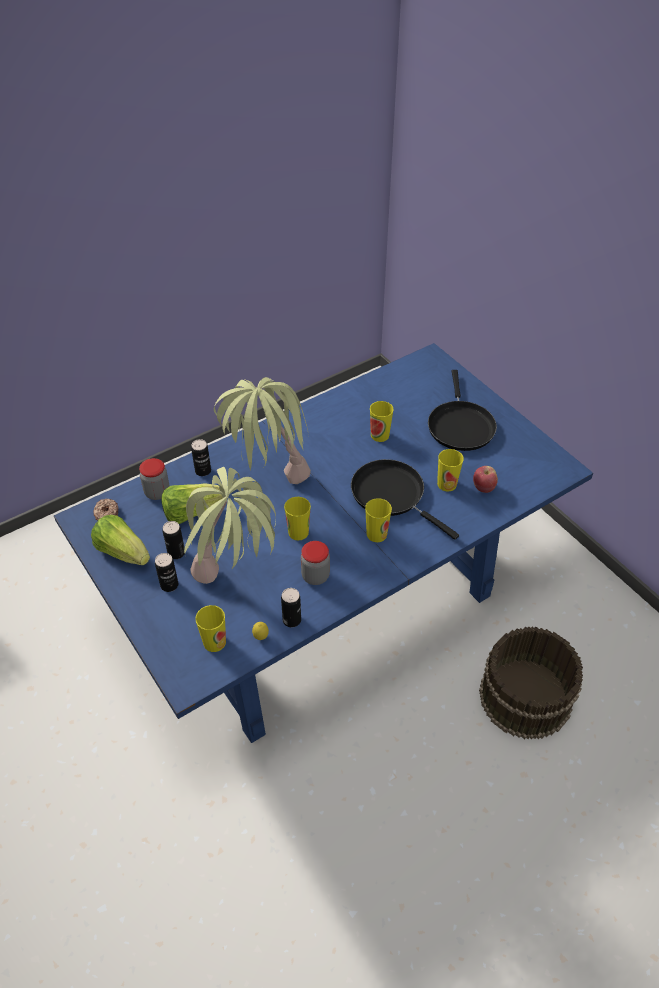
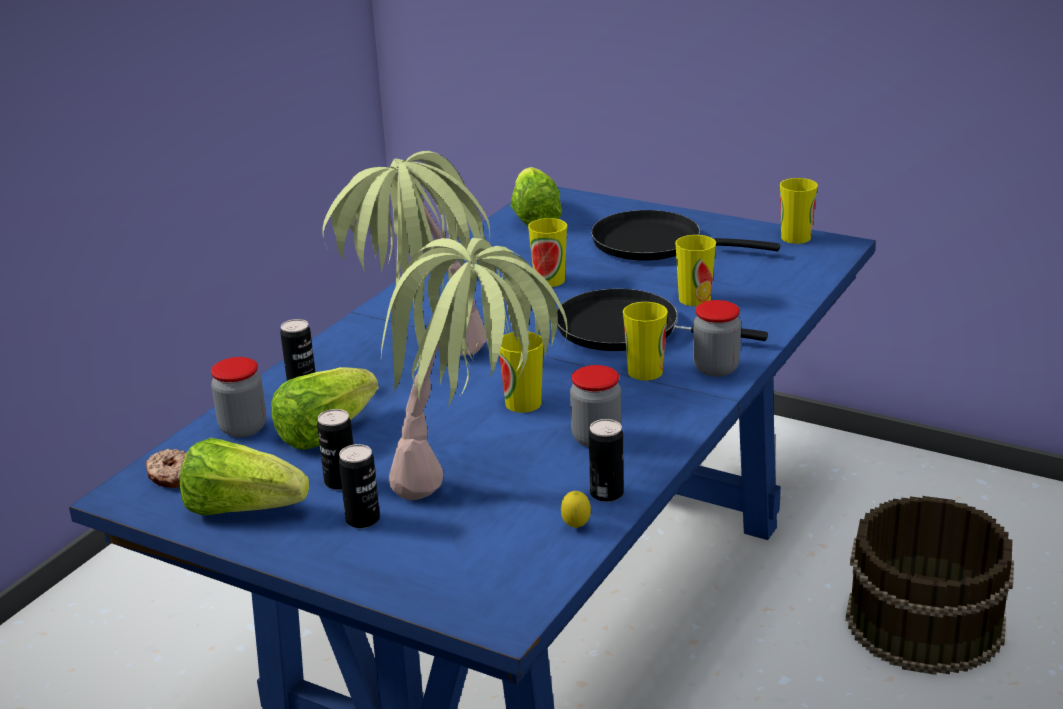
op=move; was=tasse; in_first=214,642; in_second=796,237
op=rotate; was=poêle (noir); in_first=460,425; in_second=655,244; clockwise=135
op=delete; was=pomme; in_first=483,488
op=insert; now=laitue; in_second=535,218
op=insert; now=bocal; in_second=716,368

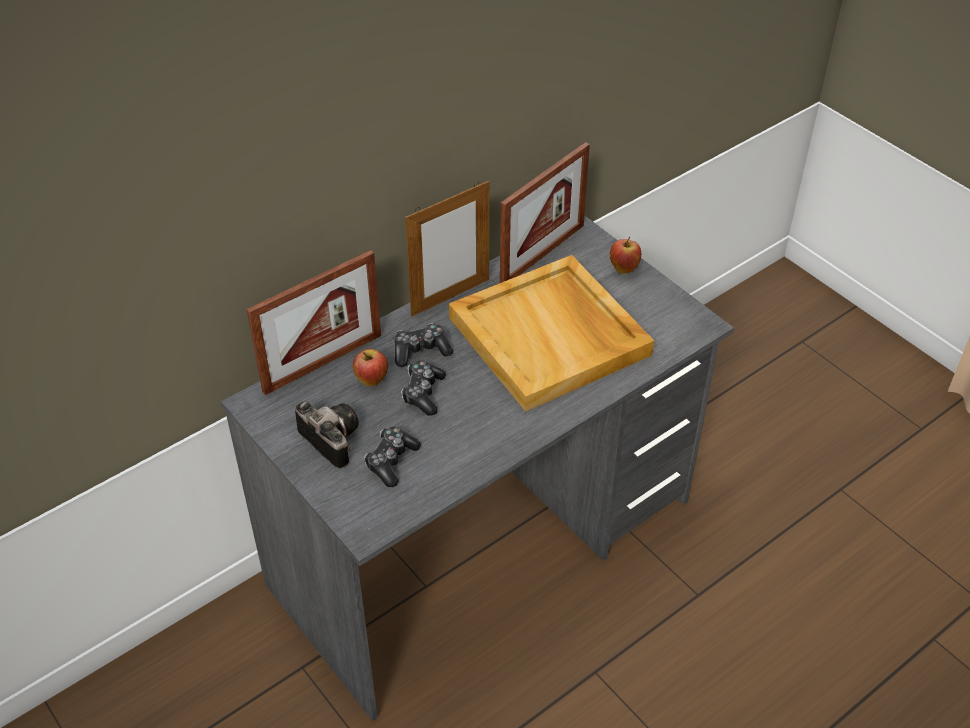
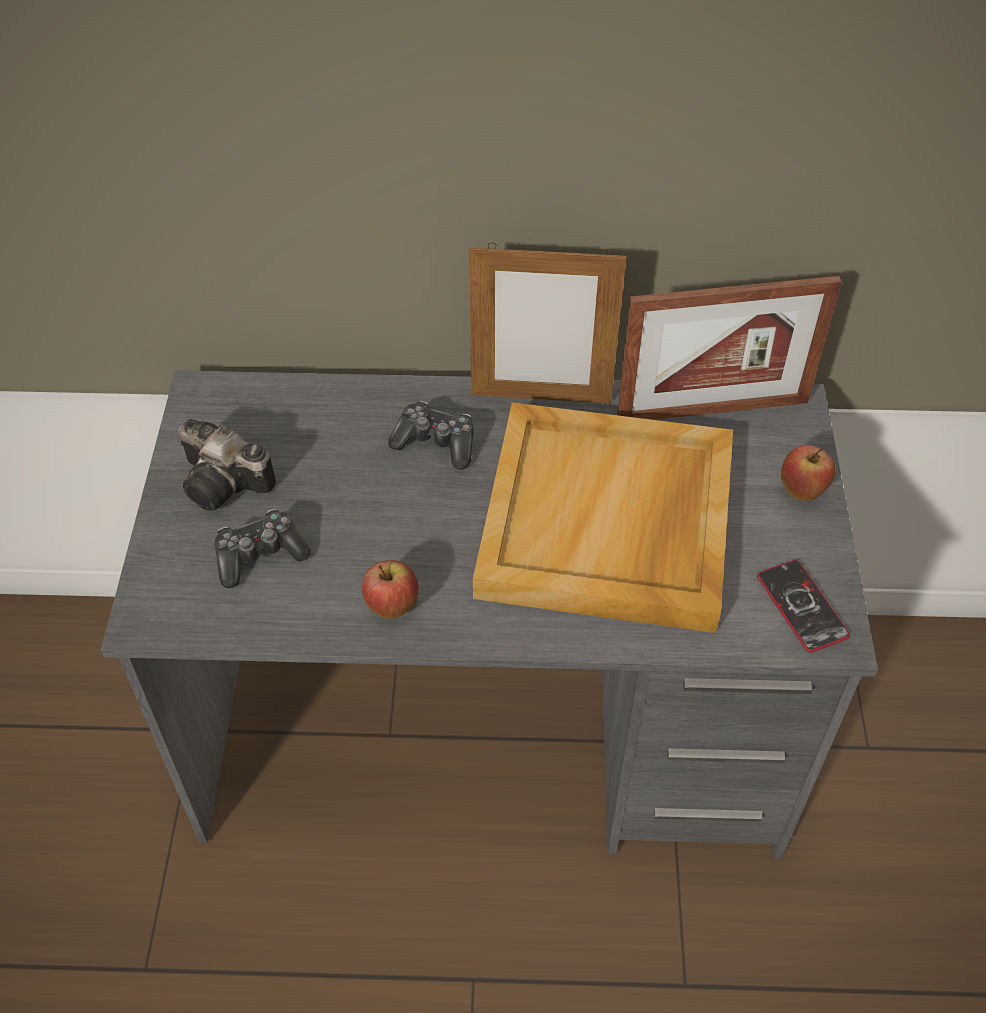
op=delete; was=cadre photo; in_first=323,363
op=rotate; was=appareil photo; in_first=329,439; in_second=227,484; clockwise=120
op=move; was=pomme; in_first=371,381; in_second=392,608
op=delete; was=manette; in_first=423,393
op=insert; now=téléphone; in_second=802,606

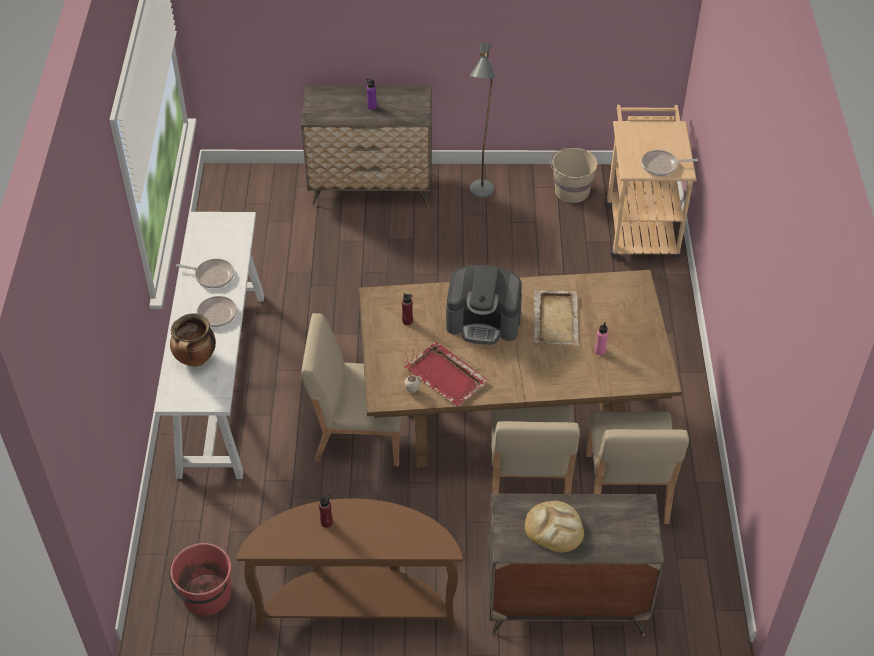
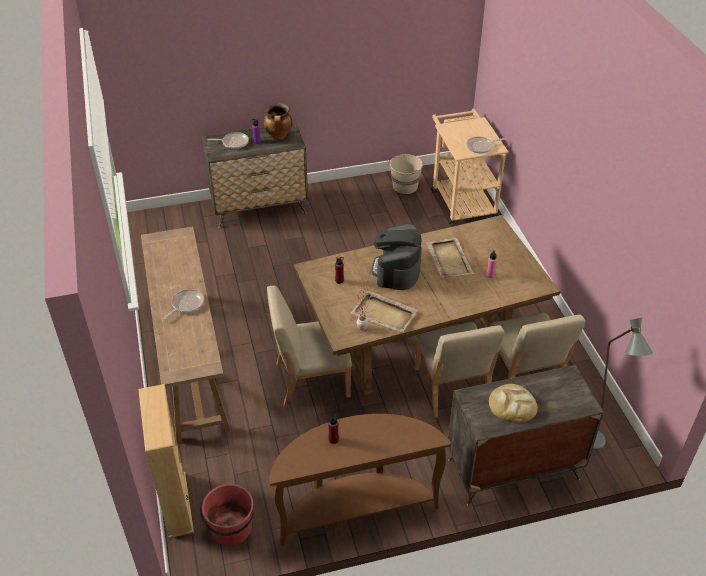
op=recolor; was=table console (blanc); now=table console (marron); in_first=222,380; in_second=190,362
op=move; was=marmite; in_first=196,360; in_second=279,136
op=move; was=poêle; in_first=212,275; in_second=233,143
op=recolor; was=plateau (rouge); now=plateau (beige); in_first=446,376; in_second=384,314
op=rotate; was=machine à café; in_first=484,321; in_second=397,270; clockwise=105
op=move; was=lampadaire (gris); in_first=481,196; in_second=596,448
op=insert; now=bibliothèque (beige); in_second=177,504

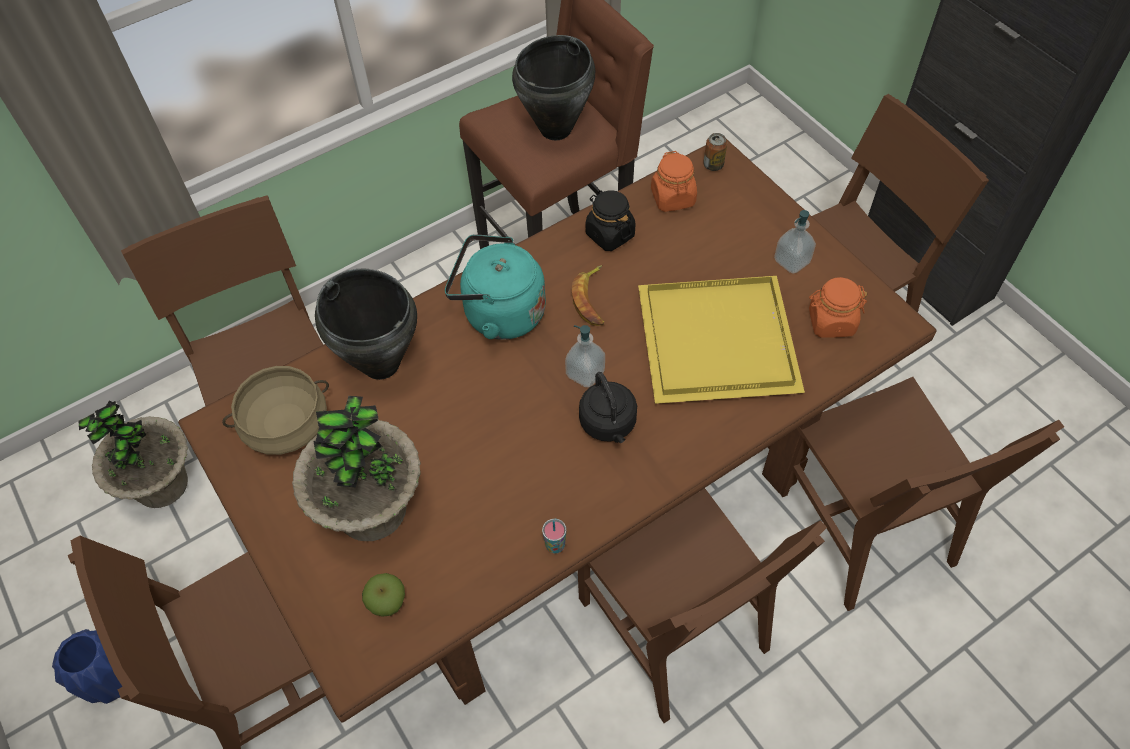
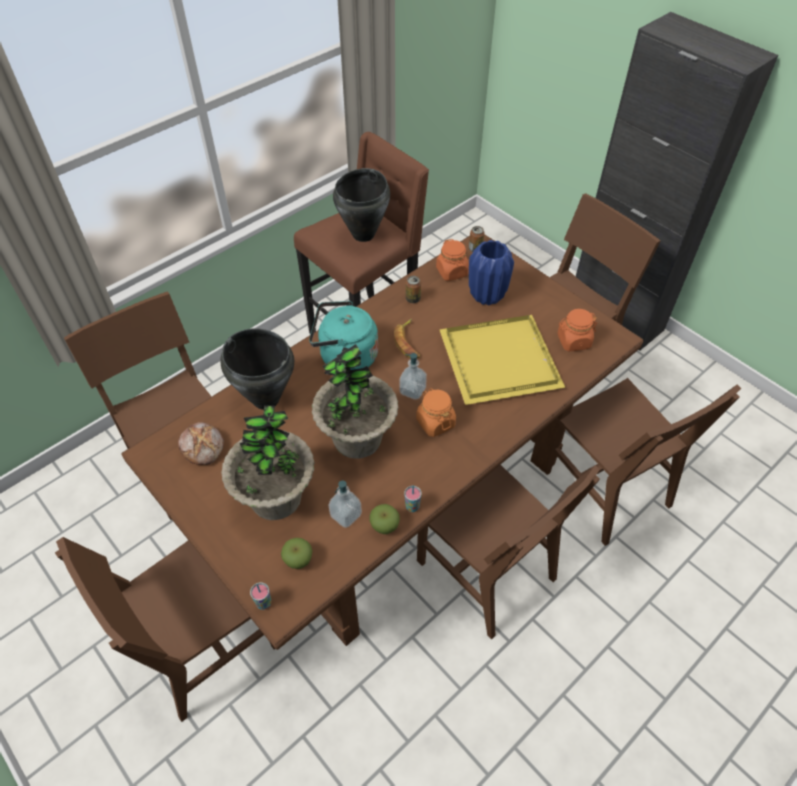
op=move; was=vase (bleu); in_first=113,680; in_second=486,296
op=move; was=plante en pot; in_first=161,484; in_second=357,438
op=replace; was=marmite (beige); now=pain; in_first=286,424; in_second=203,446
op=replace; was=bouilloire (noir); now=bocal (orange); in_first=609,424; in_second=435,422
op=replace; was=bocal (noir); now=boîte métallique; in_first=609,234; in_second=413,299
op=move; was=distributeur de savon; in_first=792,261; in_second=346,515
op=insert; now=tasse; in_second=264,603
op=insert; now=pomme; in_second=384,526

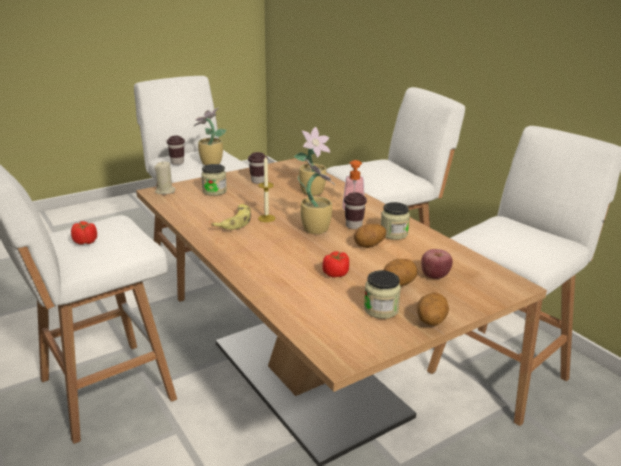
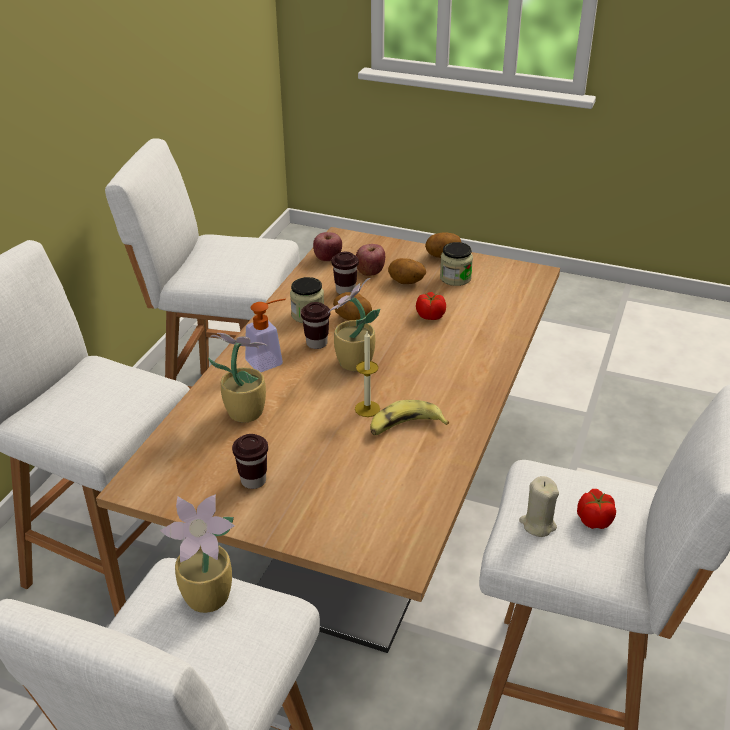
op=move; was=bougie (beige); in_first=165,191; in_second=537,524
op=move; was=tasse (marron); in_first=177,162; in_second=345,290
op=delete; was=bocal; in_first=214,191
op=insert; now=pomme; in_second=328,258

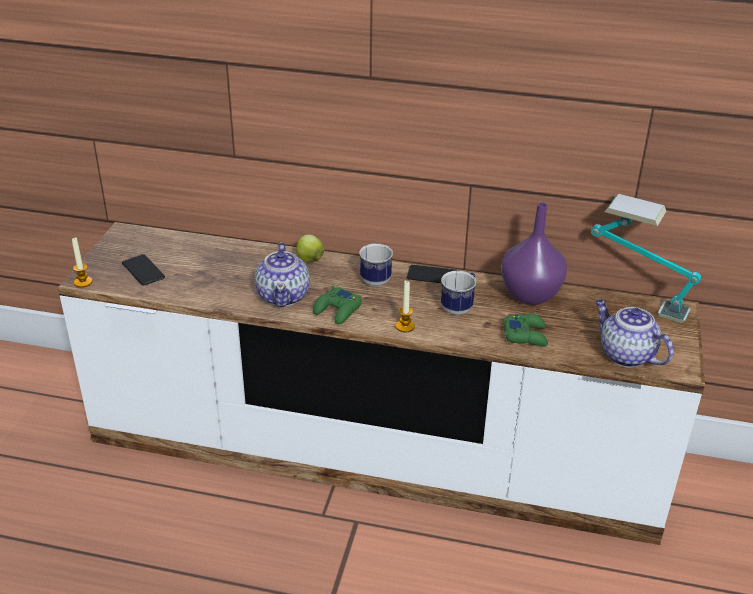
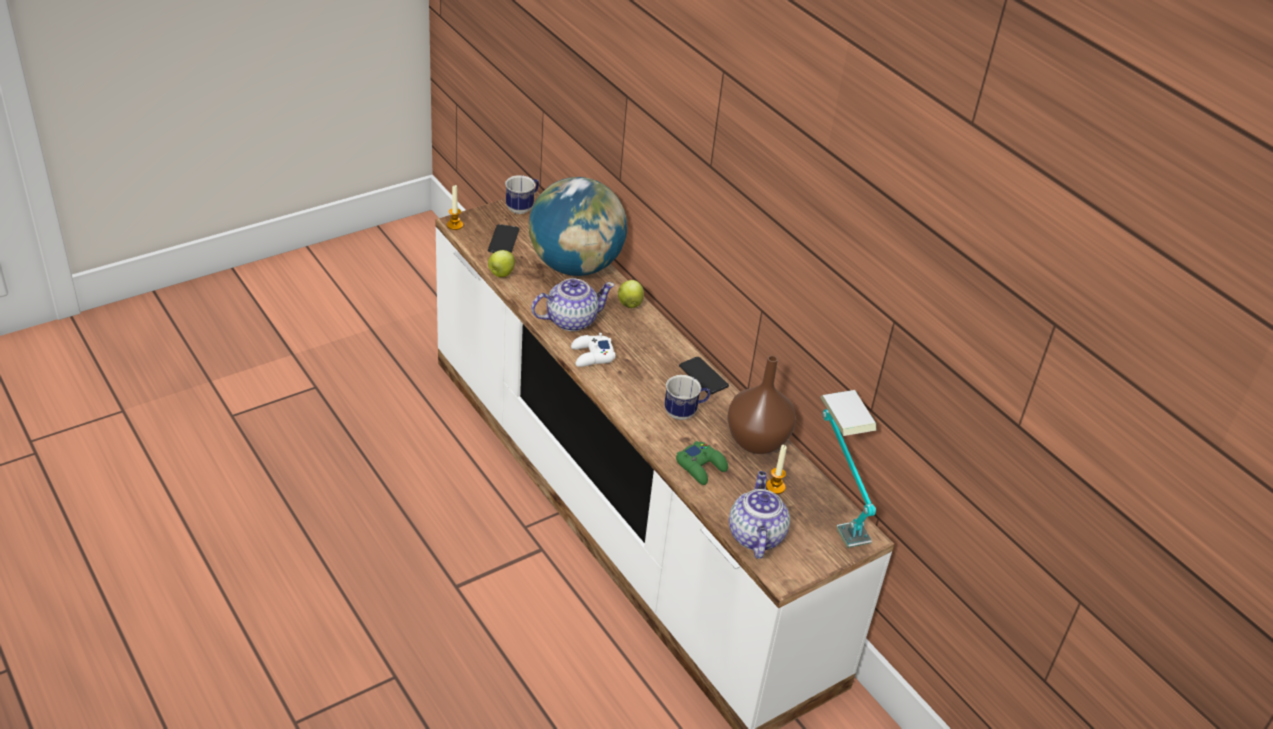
op=rotate; was=théière; in_first=284,296; in_second=571,320; clockwise=-150
op=recolor; was=manette (vert); now=manette (blanc); in_first=337,310; in_second=592,356
op=move; was=mug; in_first=376,278; in_second=523,207
op=move; was=bougie; in_first=405,326; in_second=775,487
op=recolor; was=vase (violet); now=vase (marron); in_first=529,295; in_second=755,441
op=insert; now=pomme; in_second=501,274
op=insert; now=globe; in_second=575,266

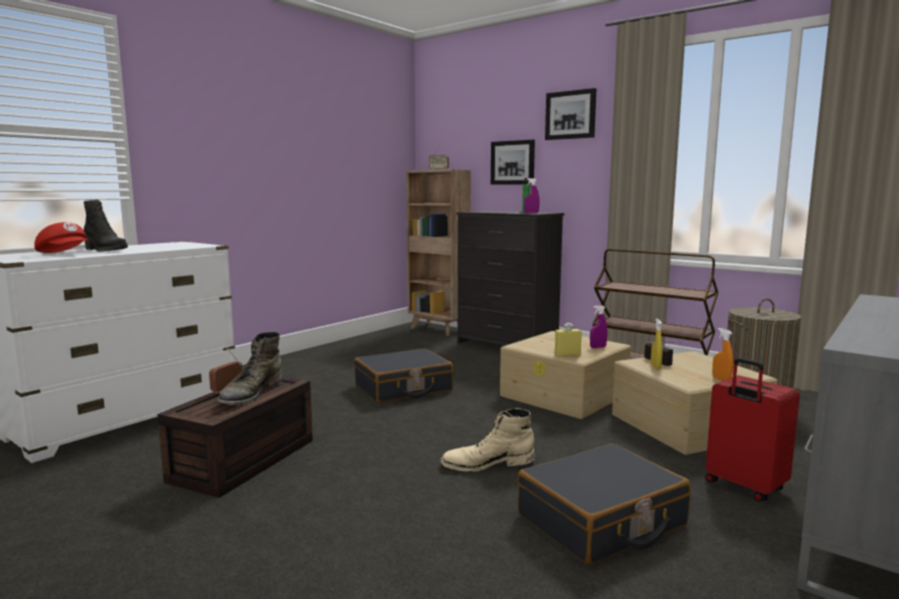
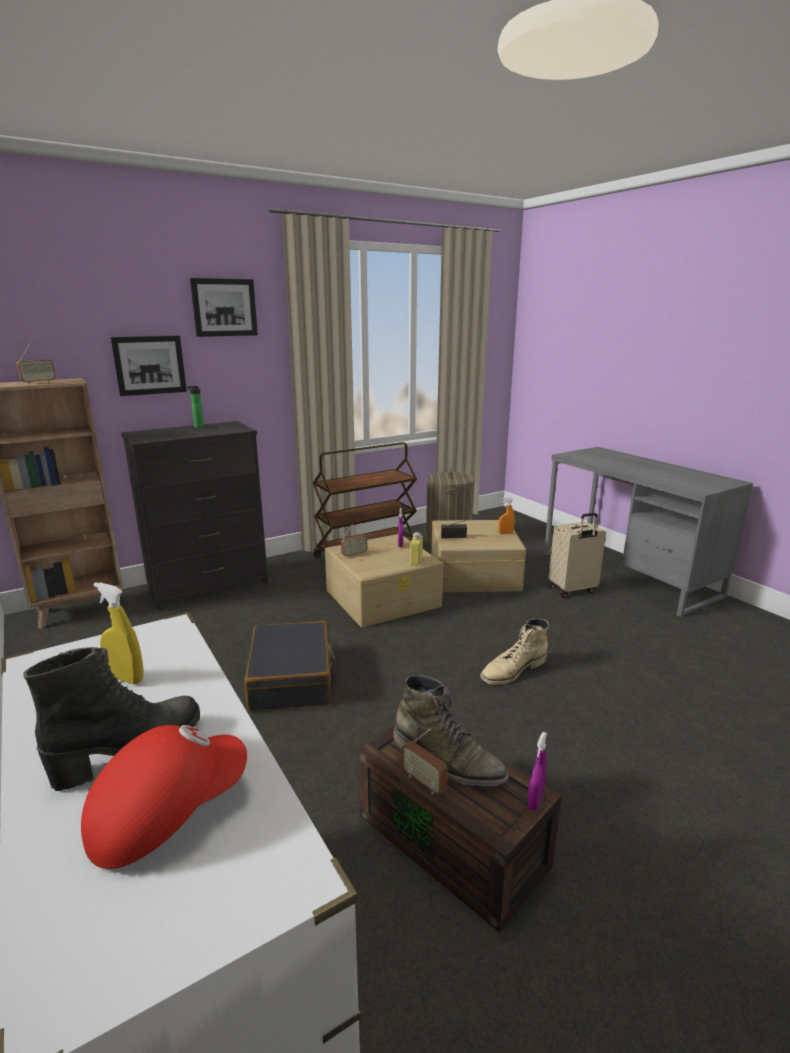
op=rotate; was=botte (beige); in_first=487,463; in_second=513,670; clockwise=45
op=delete; was=valise (noir); in_first=601,521
op=move; was=vaporisateur (violet); in_first=531,213; in_second=535,801
op=move; was=vaporisateur (jaune); in_first=655,367; in_second=126,679
op=recolor; was=valise (rouge); now=valise (beige); in_first=743,487; in_second=572,590
op=insert; now=radio; in_second=354,554

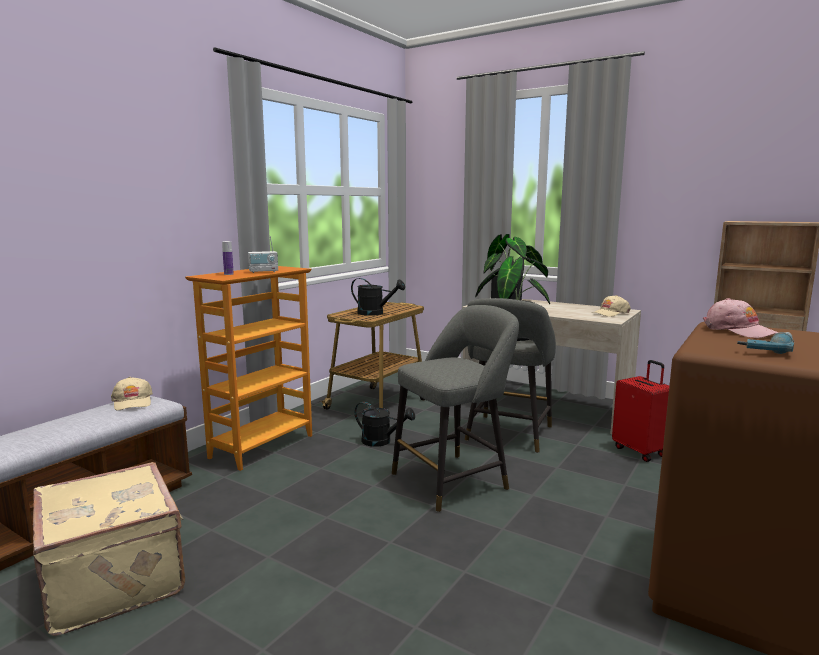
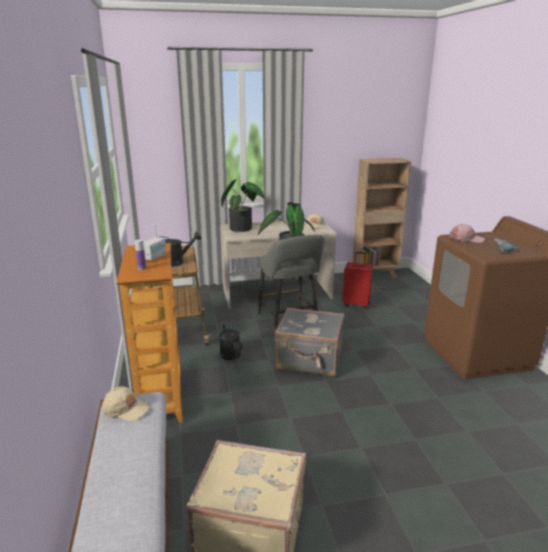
op=rotate; was=arrosoir (noir); in_first=381,441; in_second=231,356; clockwise=90
op=replace; was=tabouret (gris); now=valise (gris); in_first=454,480; in_second=310,360

